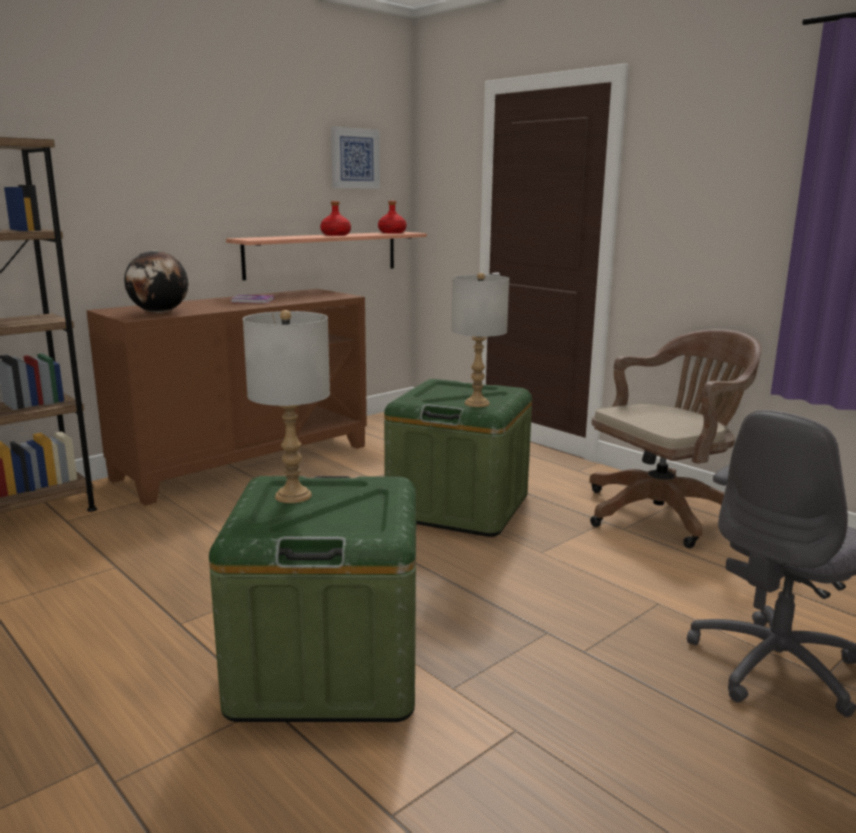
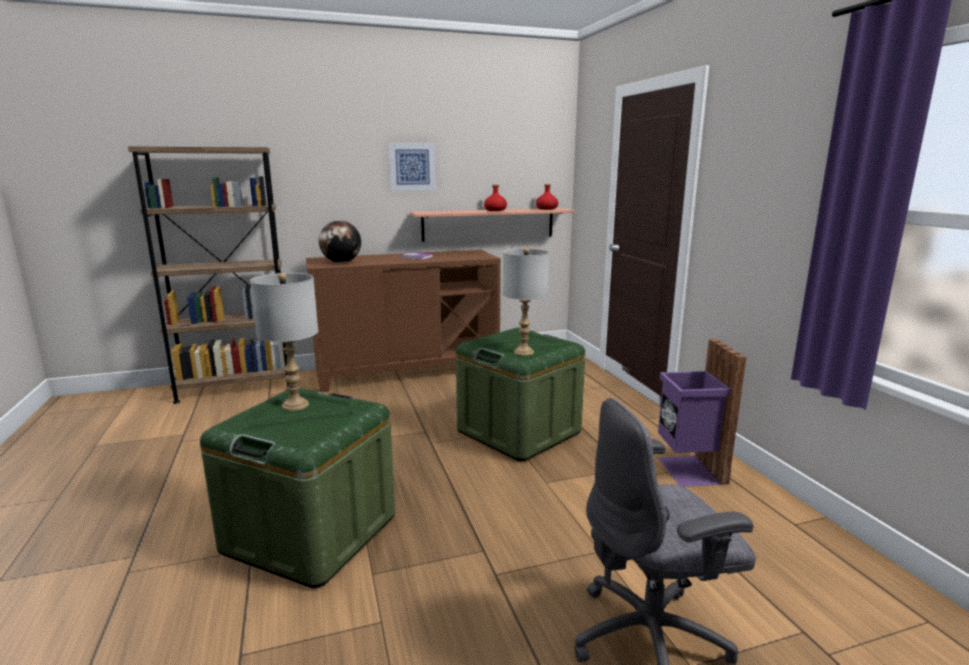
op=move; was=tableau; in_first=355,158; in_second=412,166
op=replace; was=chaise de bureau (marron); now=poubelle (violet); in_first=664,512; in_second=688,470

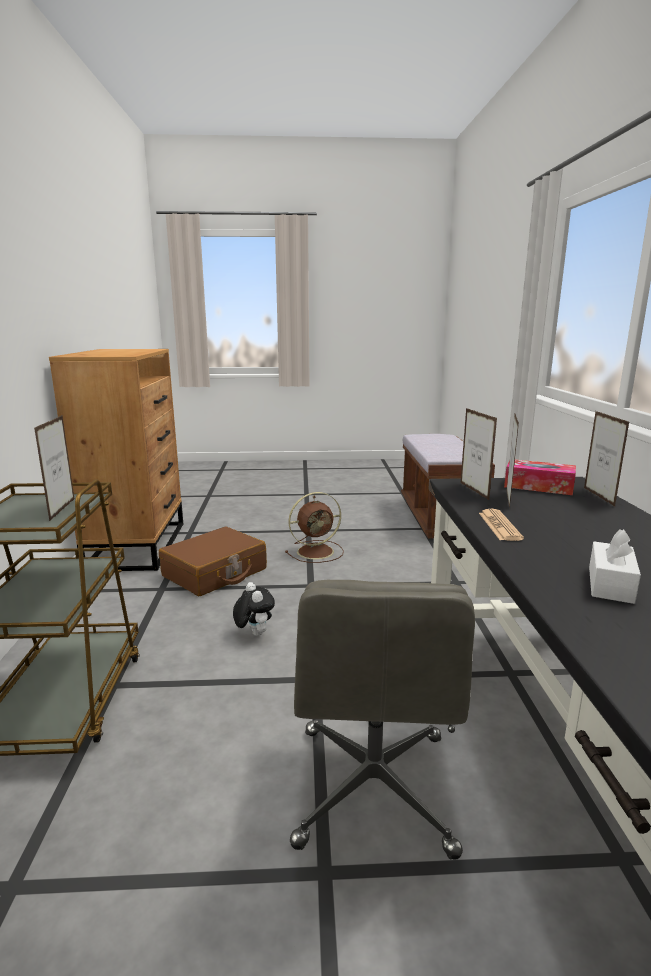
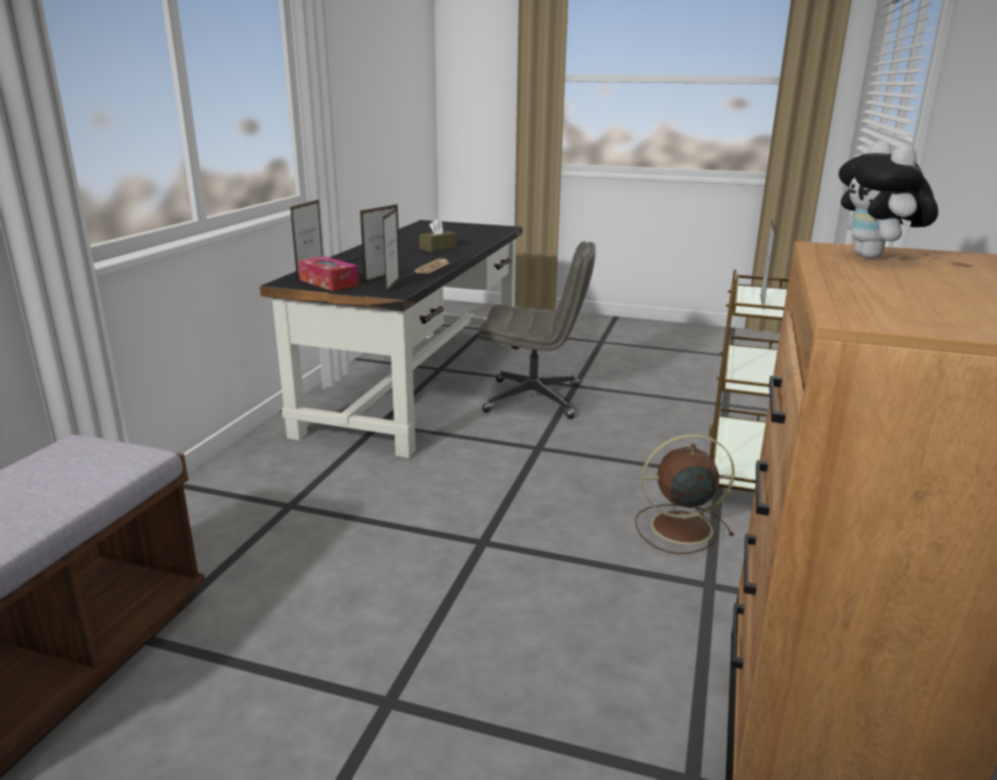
op=delete; was=valise (marron); in_first=215,573
op=move; was=peluche; in_first=254,633; in_second=874,257
op=move; was=ventilateur (marron); in_first=317,551; in_second=678,528
op=rotate; was=chaise de bureau (gris); in_first=374,789; in_second=534,399; clockwise=75
op=recolor; was=boîte à mouchoirs (blanc); now=boîte à mouchoirs (marron); in_first=610,584; in_second=438,248

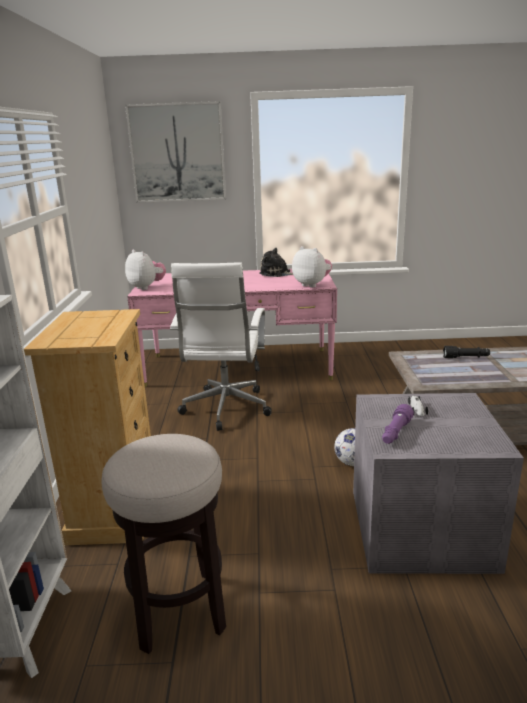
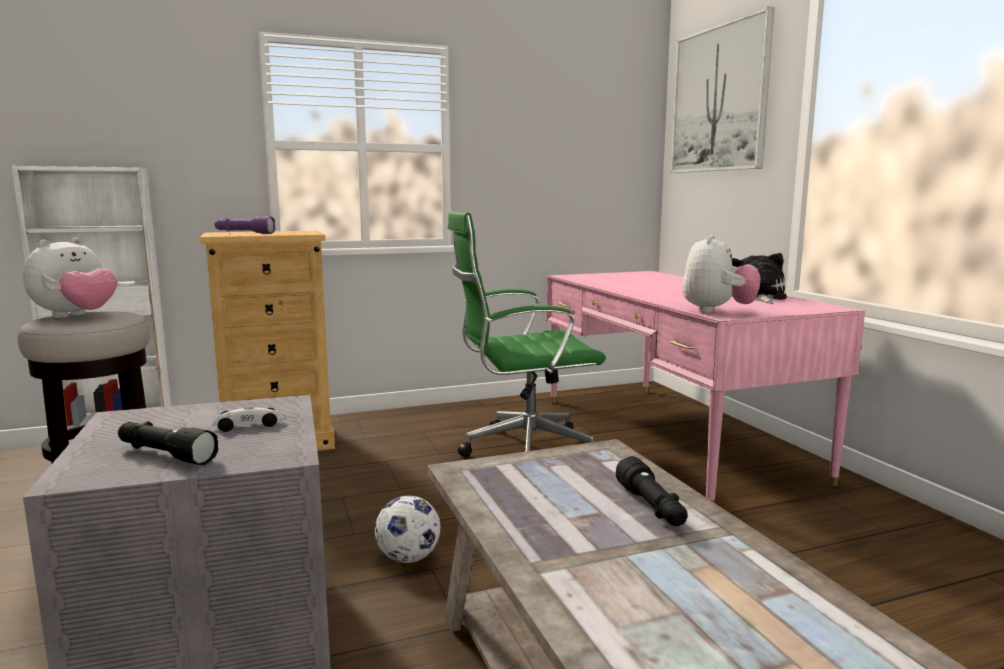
op=move; was=peluche; in_first=146,287; in_second=76,316
op=recolor; was=chaise de bureau (blanc); now=chaise de bureau (vert); in_first=225,410; in_second=522,451
op=move; was=lampe de poche (violet); in_first=395,433; in_second=244,233
op=insert; now=lampe de poche (noir); in_second=165,455

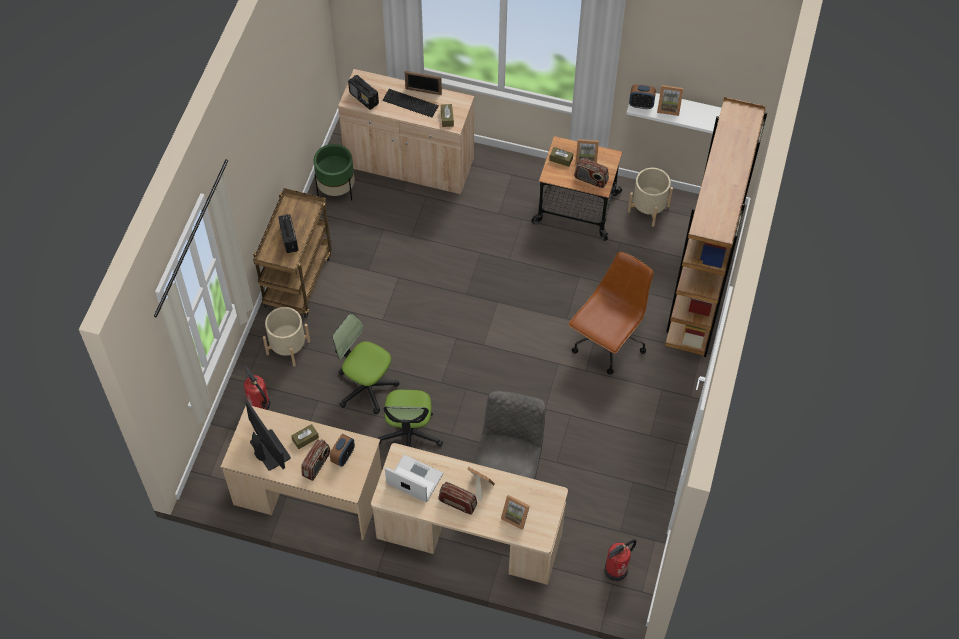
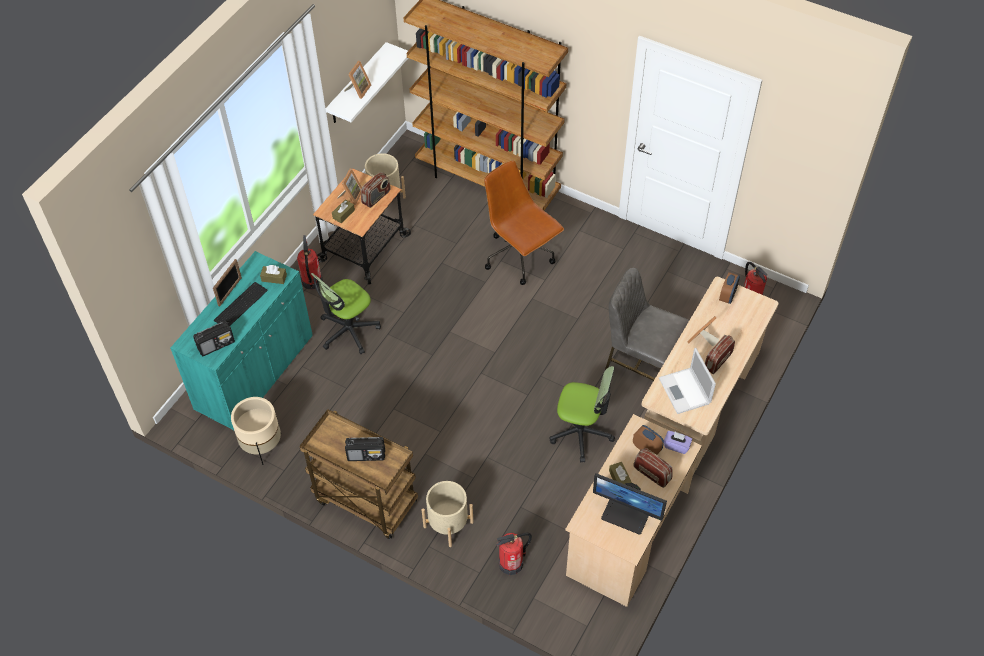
op=rotate; was=écran d'ordinateur; in_first=269,450; in_second=626,515; clockwise=-135
op=recolor; was=cache-pot (vert); now=cache-pot (beige); in_first=336,190; in_second=262,445
op=move; was=chaise de bureau; in_first=366,386; in_second=348,331
op=recolor; was=meuble de rangement (beige); now=meuble de rangement (turquoise); in_first=409,163; in_second=255,373
op=rotate; was=ordinateur portable; in_first=413,479; in_second=685,391; clockwise=-60
op=delete; was=cadre photo; in_first=516,516
op=move; was=réveil; in_first=641,105; in_second=727,296
op=insert; now=extincteur; in_second=312,281
op=insert; now=boîte à mouchoirs (violet); in_second=676,446

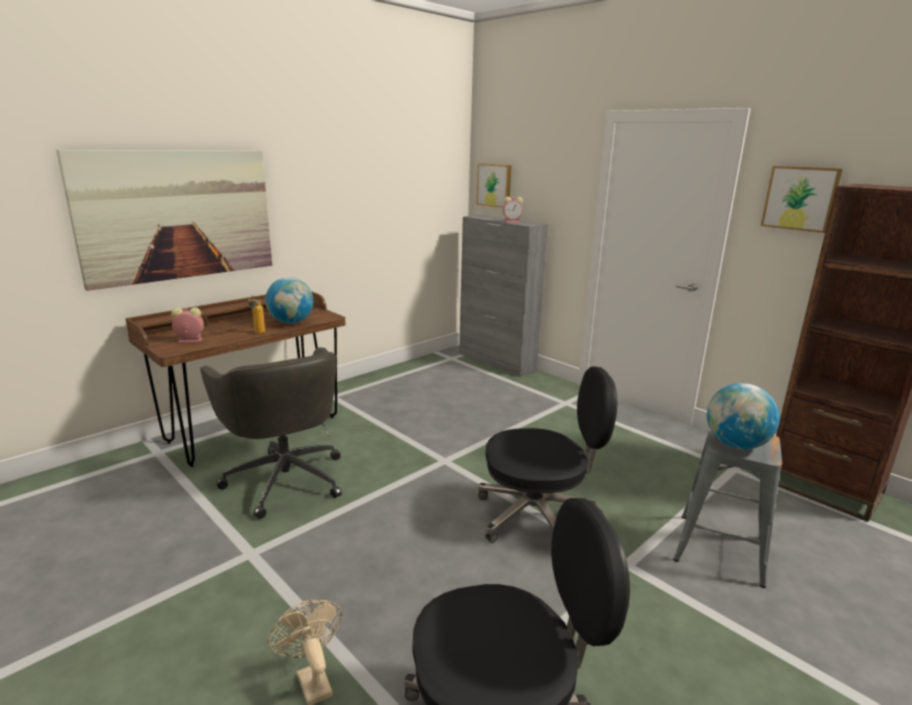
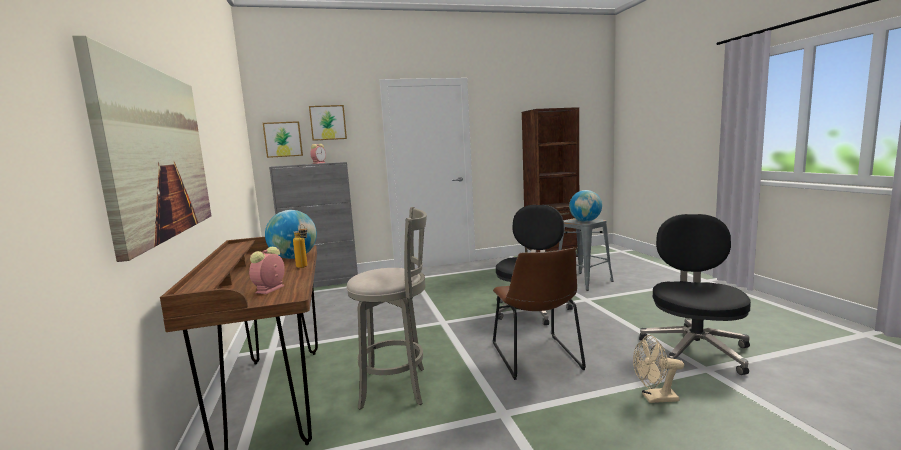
op=replace; was=chaise de bureau (gris); now=tabouret (gris); in_first=285,478; in_second=398,387
op=move; was=tableau; in_first=800,198; in_second=328,122
op=insert; now=chaise (marron); in_second=537,358

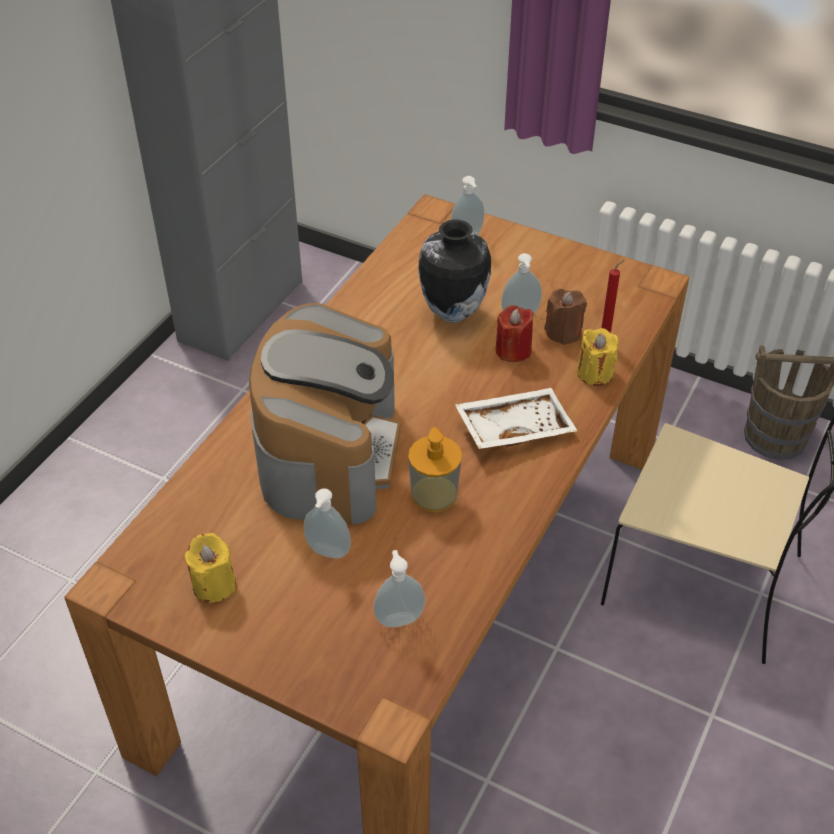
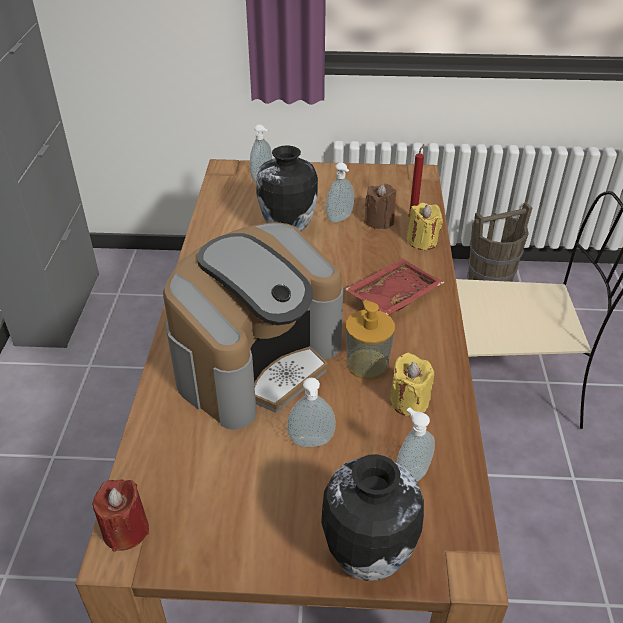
op=move; was=bougie (jaune); in_first=214,585; in_second=409,402
op=rotate; was=machine à café; in_first=329,452; in_second=257,360; clockwise=60
op=recolor; was=plateau (blanc); now=plateau (rouge); in_first=514,427; in_second=392,295
op=move; was=bougie (rouge); in_first=513,350; in_second=125,530
op=insert; now=vase; in_second=366,558

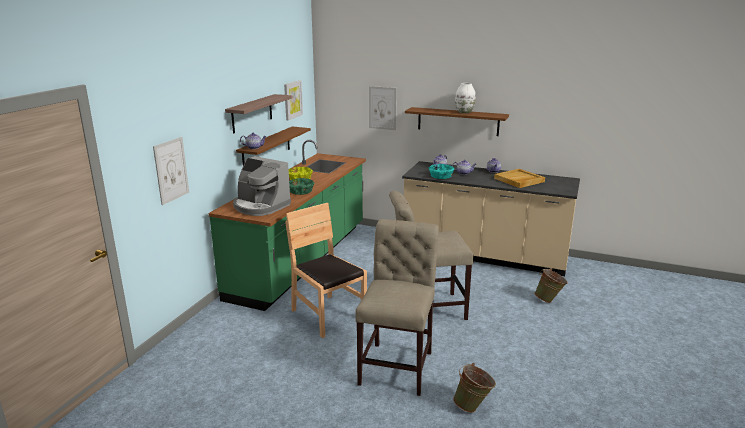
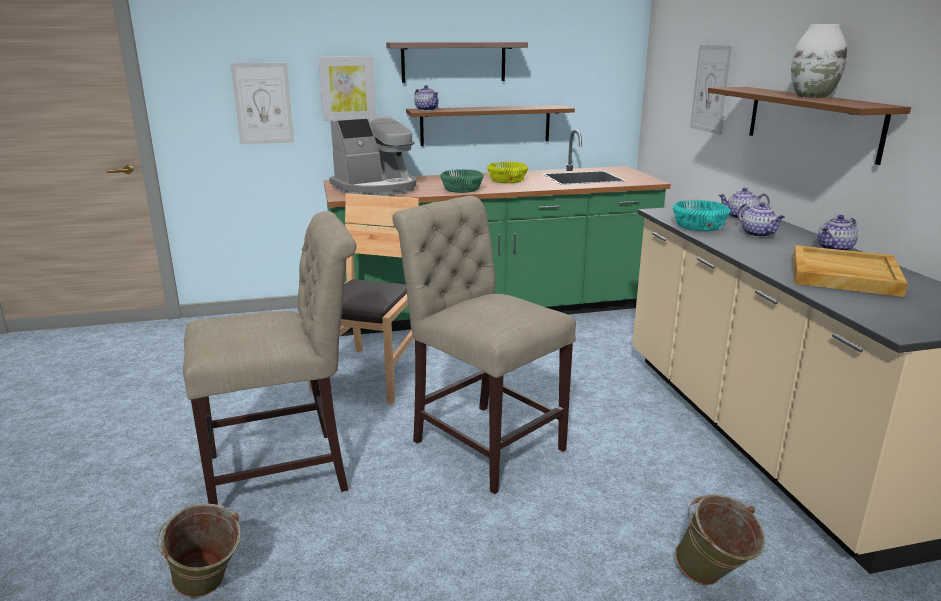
op=rotate; was=machine à café; in_first=260,206; in_second=376,188; clockwise=-120
op=move; was=tableau; in_first=292,99; in_second=347,88

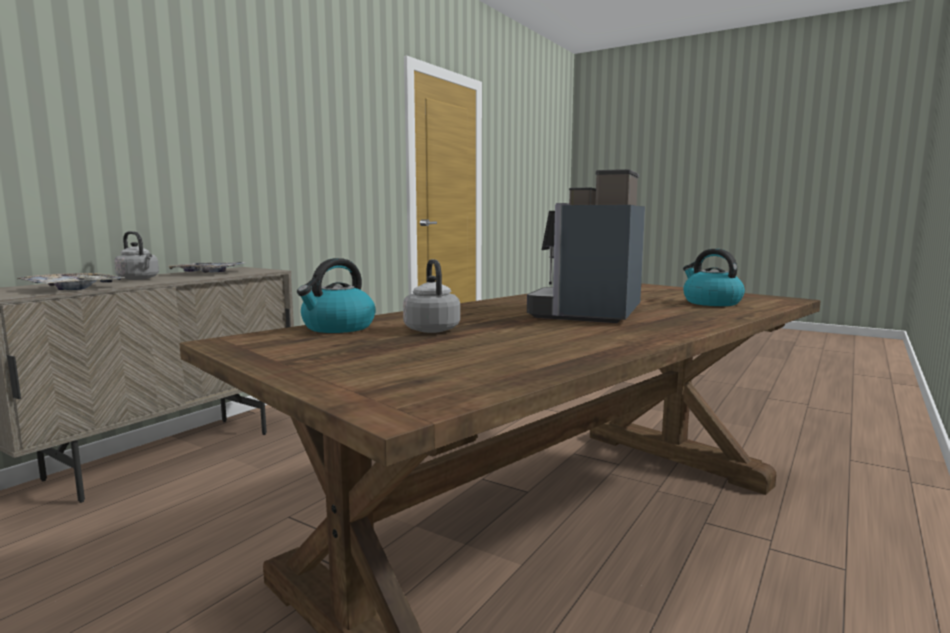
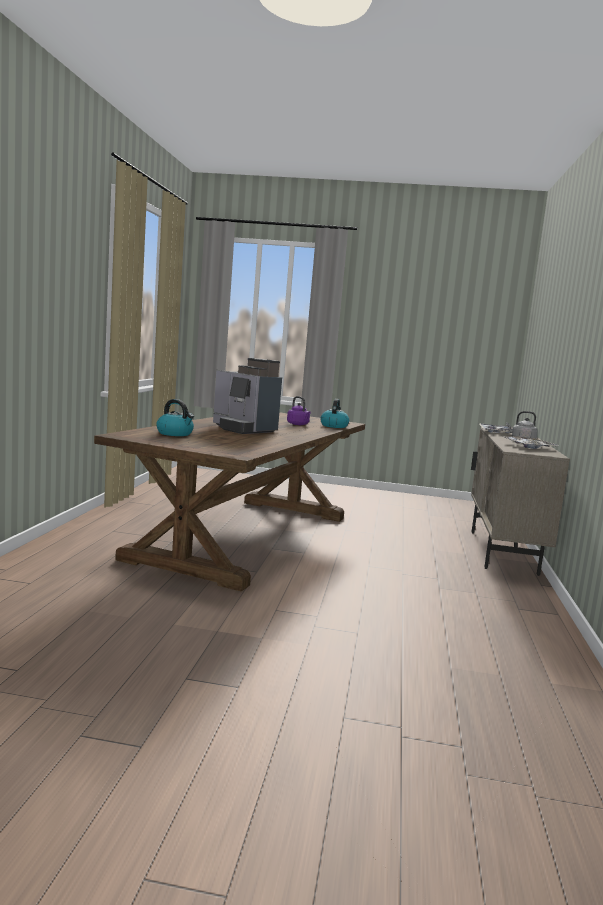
op=recolor; was=bouilloire (gris); now=bouilloire (violet); in_first=431,329; in_second=298,424
op=rotate; was=machine à café; in_first=590,313; in_second=243,429; clockwise=135

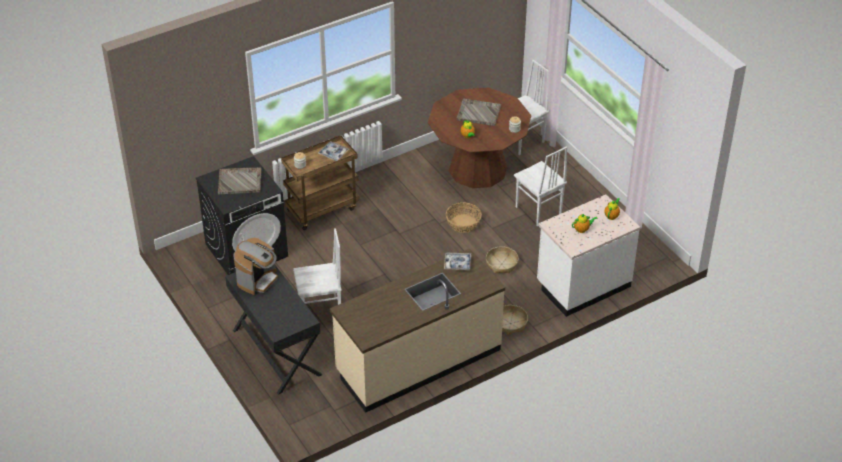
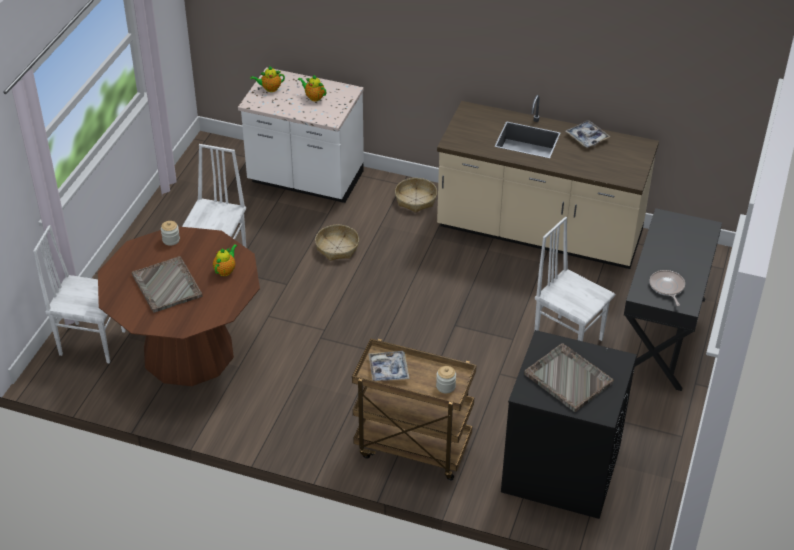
op=replace; was=machine à café; now=poêle; in_first=258,280; in_second=667,287
op=move; was=plateau; in_first=457,264; in_second=587,137
op=delete; was=panier; in_first=463,223

